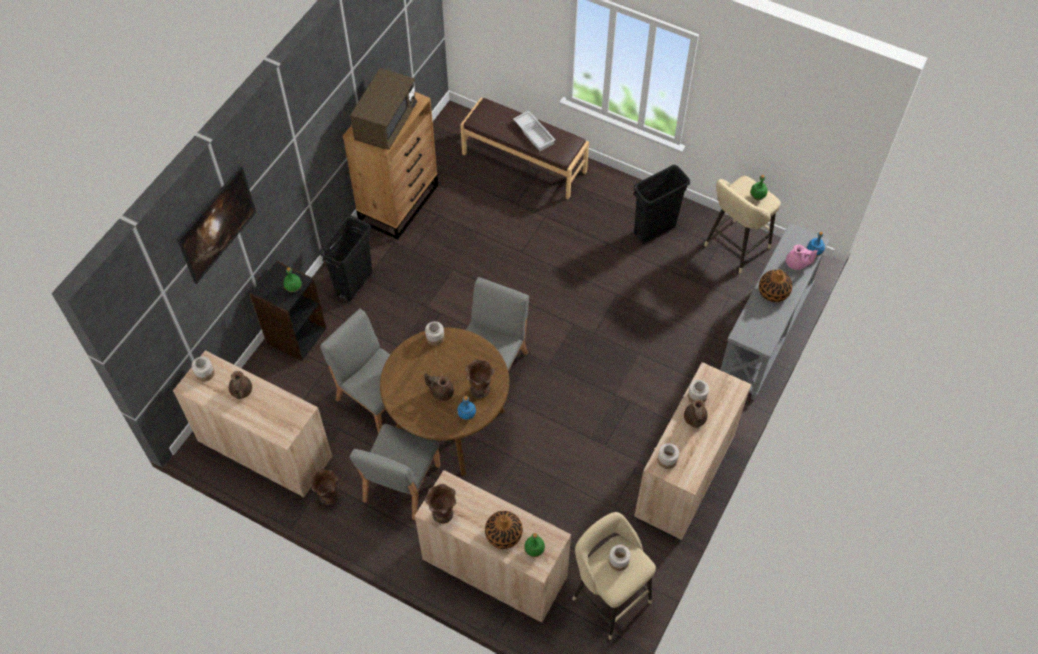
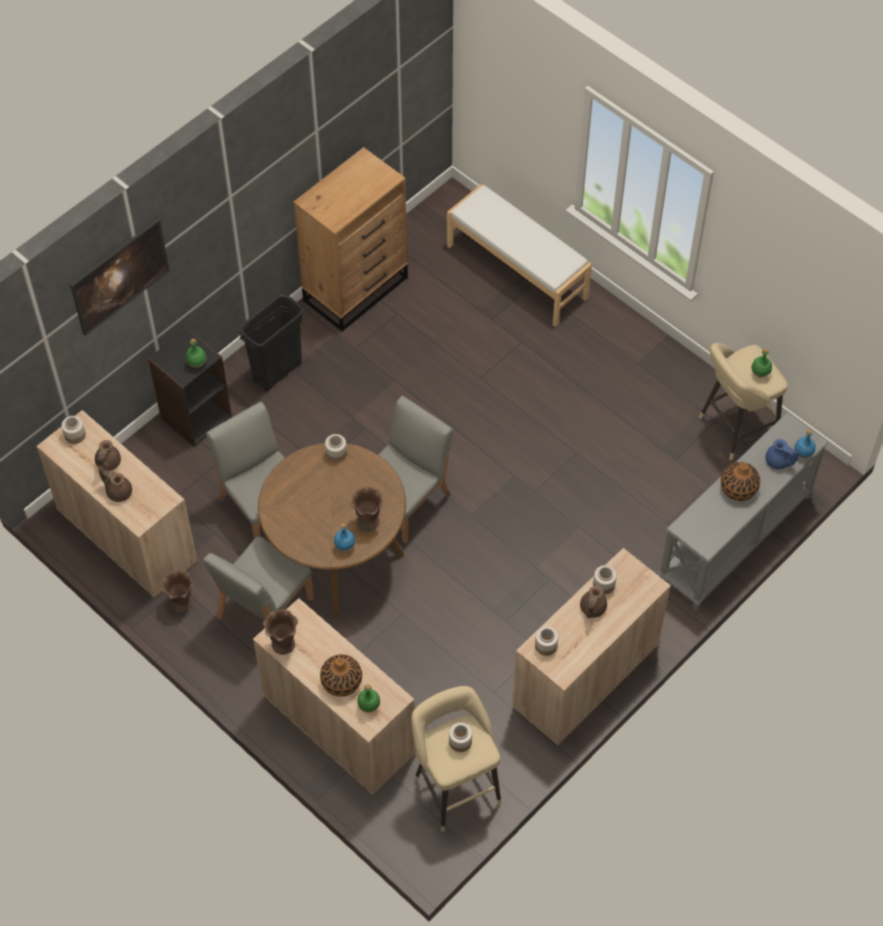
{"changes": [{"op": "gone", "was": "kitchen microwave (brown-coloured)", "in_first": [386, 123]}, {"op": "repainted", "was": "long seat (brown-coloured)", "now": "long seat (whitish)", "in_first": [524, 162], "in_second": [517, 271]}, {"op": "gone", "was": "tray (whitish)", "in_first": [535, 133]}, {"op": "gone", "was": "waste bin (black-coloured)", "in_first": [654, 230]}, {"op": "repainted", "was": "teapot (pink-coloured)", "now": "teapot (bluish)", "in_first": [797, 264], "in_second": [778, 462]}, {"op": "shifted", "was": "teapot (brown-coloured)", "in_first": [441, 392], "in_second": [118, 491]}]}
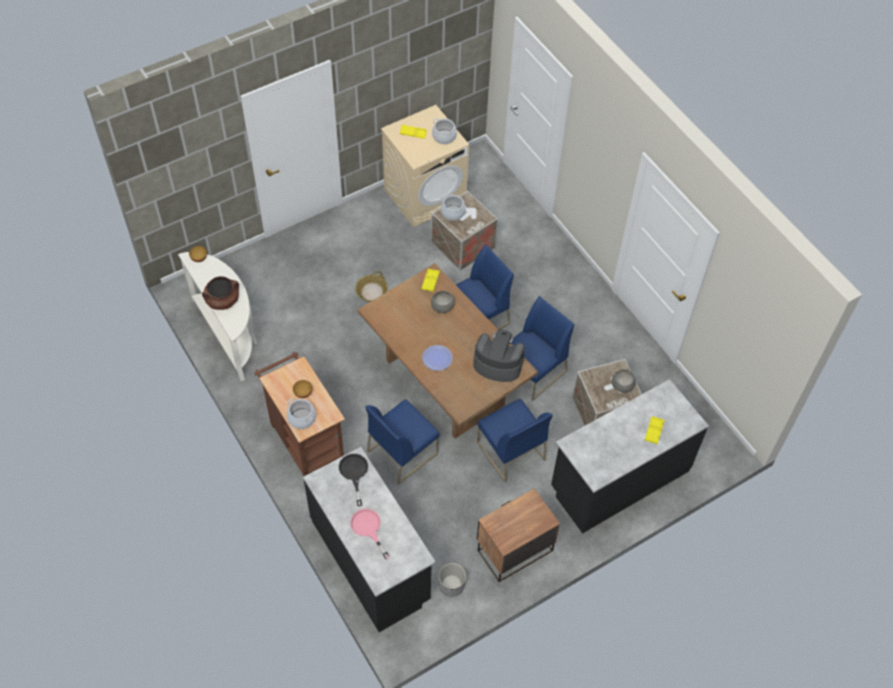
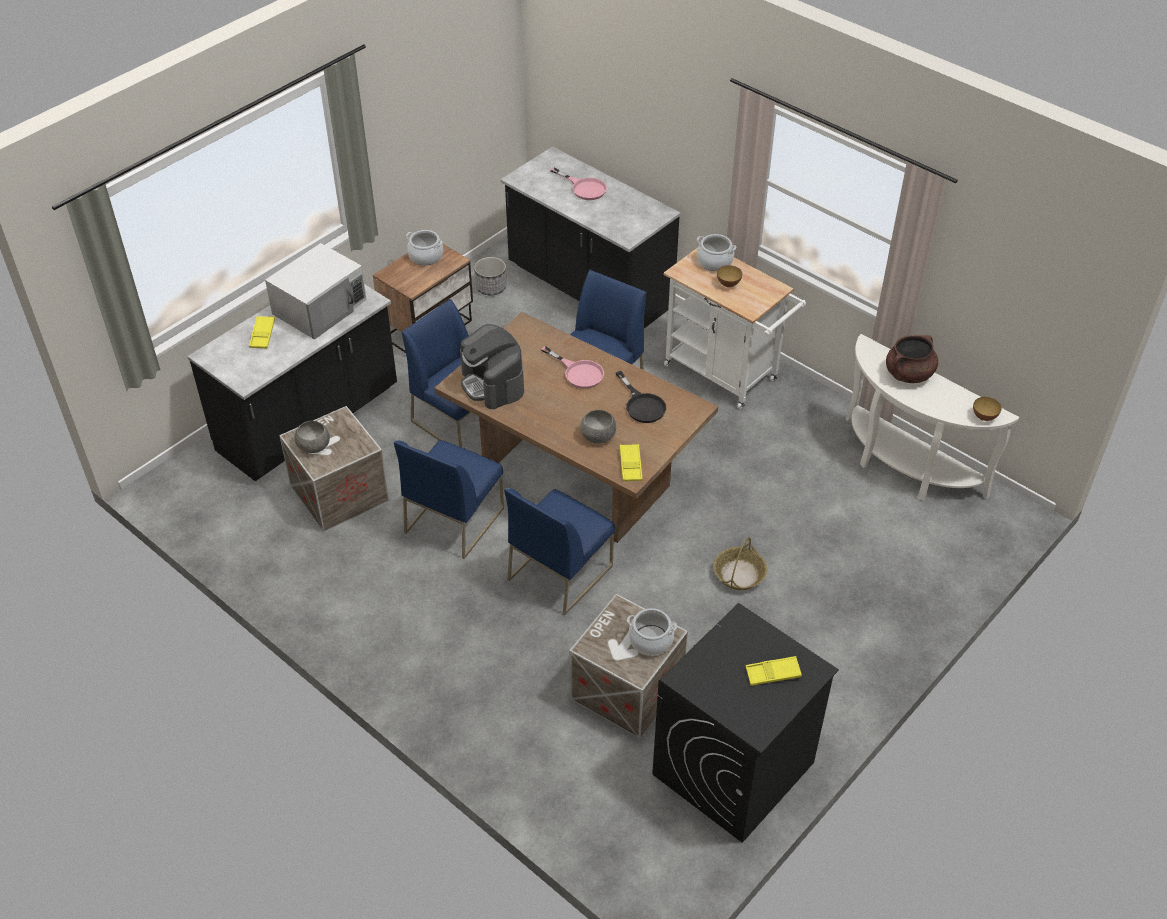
{"changes": [{"op": "repainted", "was": "laundry machine (beige)", "now": "laundry machine (black-coloured)", "in_first": [425, 195], "in_second": [733, 769]}, {"op": "shifted", "was": "saucepot", "in_first": [444, 137], "in_second": [426, 256]}, {"op": "rotated", "was": "coffee brewer", "in_first": [497, 364], "in_second": [493, 383], "clockwise": 60}, {"op": "swapped", "was": "plate", "now": "skillet (pink-coloured)", "in_first": [437, 358], "in_second": [578, 372]}, {"op": "repainted", "was": "trolley (brown-coloured)", "now": "trolley (whitish)", "in_first": [305, 440], "in_second": [726, 375]}, {"op": "shifted", "was": "skillet (black-coloured)", "in_first": [354, 473], "in_second": [642, 405]}, {"op": "new", "now": "kitchen microwave (whitish)", "in_second": [320, 307]}]}
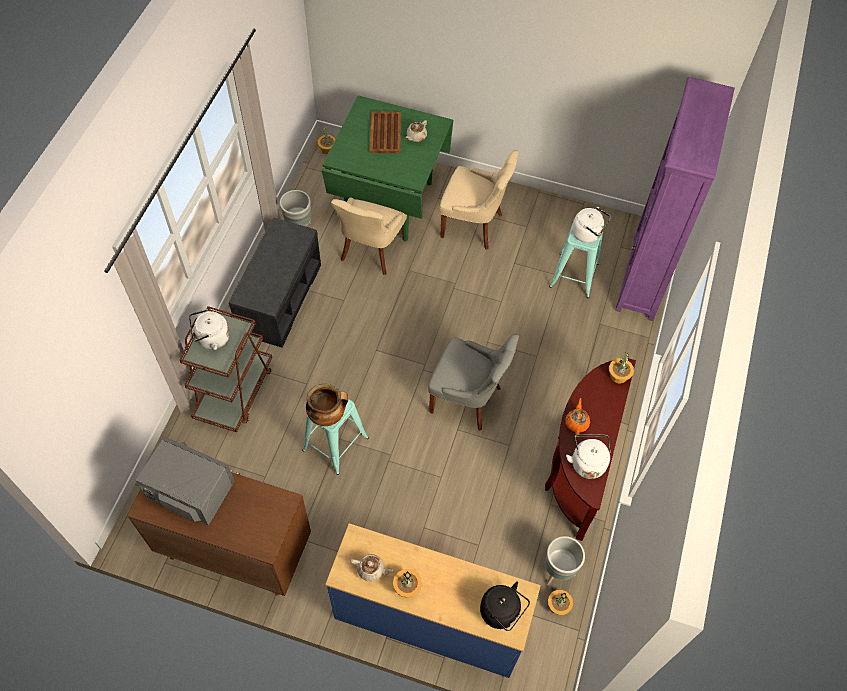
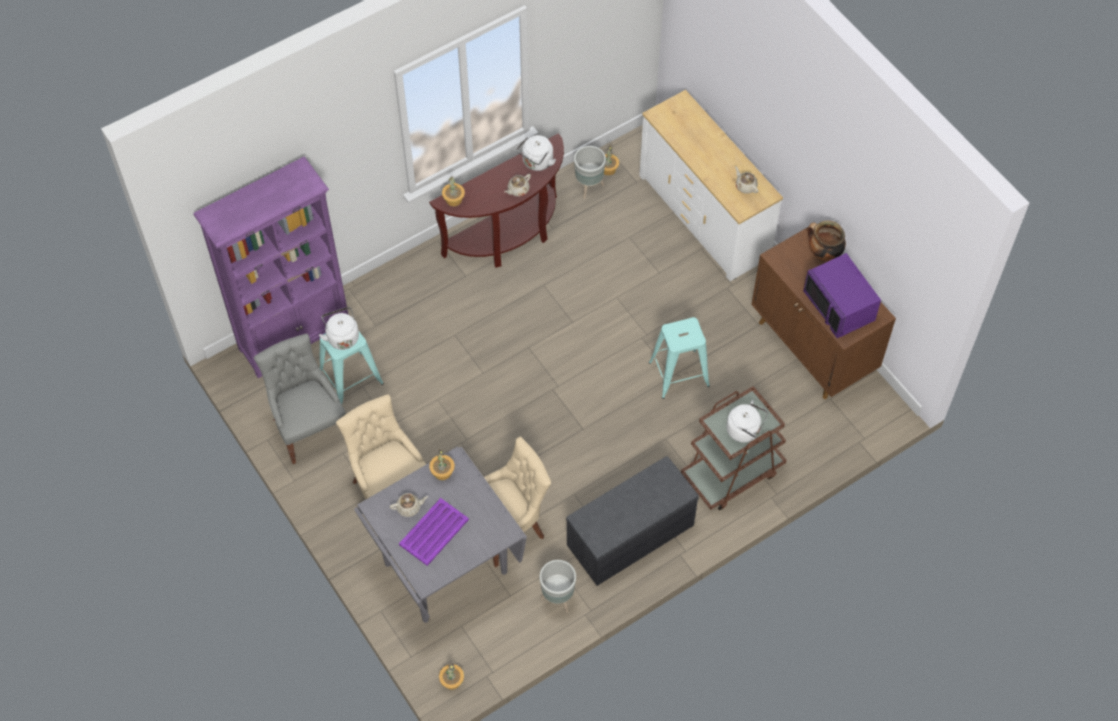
{"changes": [{"op": "repainted", "was": "dining table (greenish)", "now": "dining table (greyish)", "in_first": [389, 203], "in_second": [446, 568]}, {"op": "repainted", "was": "tray (brown-coloured)", "now": "tray (purple-coloured)", "in_first": [385, 133], "in_second": [434, 531]}, {"op": "shifted", "was": "chair (greyish)", "in_first": [467, 399], "in_second": [309, 427]}, {"op": "shifted", "was": "saucepot", "in_first": [327, 415], "in_second": [823, 254]}, {"op": "repainted", "was": "teapot (orangey)", "now": "teapot (beige)", "in_first": [576, 422], "in_second": [518, 190]}, {"op": "repainted", "was": "kitchen microwave (greyish)", "now": "kitchen microwave (purple-coloured)", "in_first": [189, 491], "in_second": [840, 306]}, {"op": "repainted", "was": "chest of drawers (bluish)", "now": "chest of drawers (whitish)", "in_first": [429, 620], "in_second": [704, 216]}, {"op": "shifted", "was": "plant in a pot", "in_first": [407, 587], "in_second": [442, 472]}, {"op": "gone", "was": "kettle (black-coloured)", "in_first": [501, 612]}]}
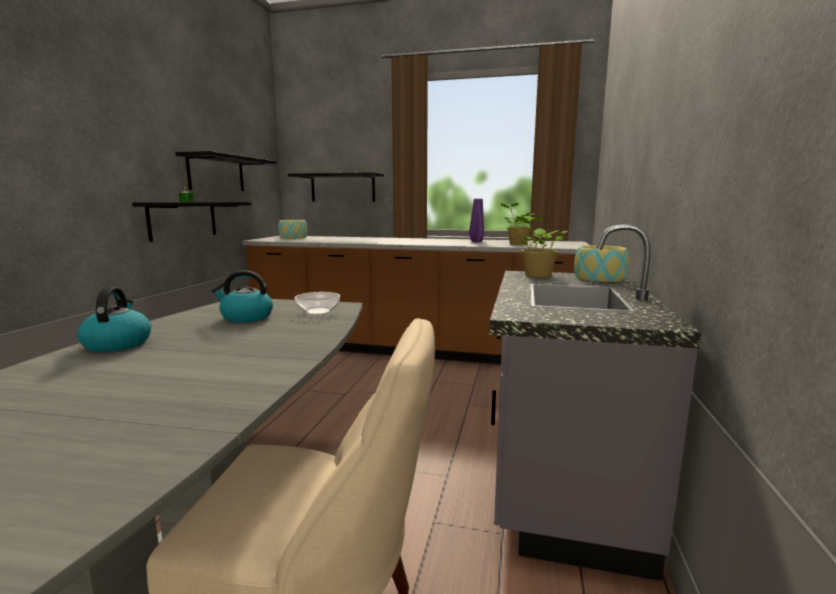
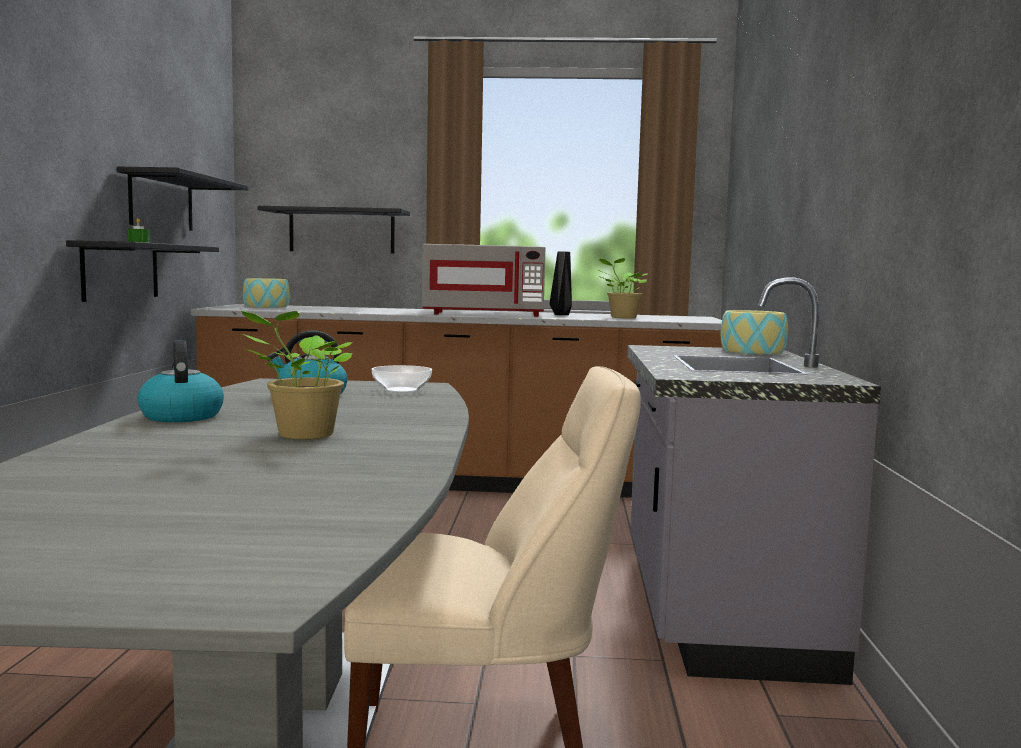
{"changes": [{"op": "repainted", "was": "decorative vase (purple-coloured)", "now": "decorative vase (black-coloured)", "in_first": [477, 242], "in_second": [562, 314]}, {"op": "shifted", "was": "plant in a pot", "in_first": [536, 275], "in_second": [301, 435]}, {"op": "new", "now": "kitchen microwave (greyish)", "in_second": [484, 314]}]}
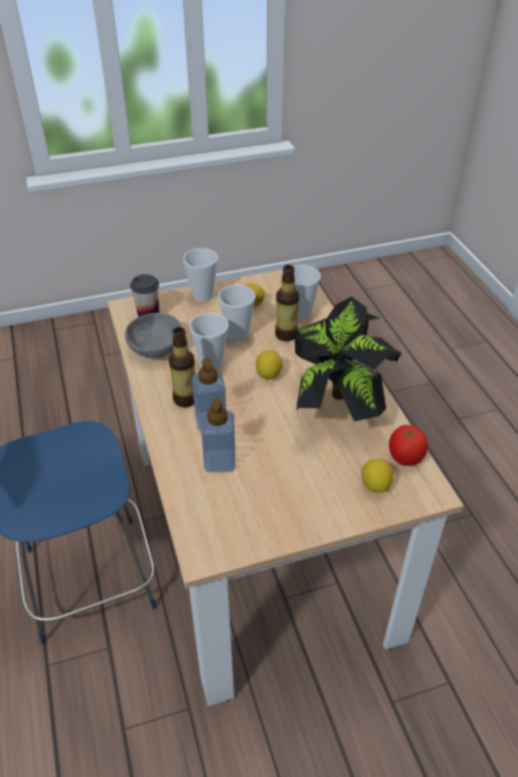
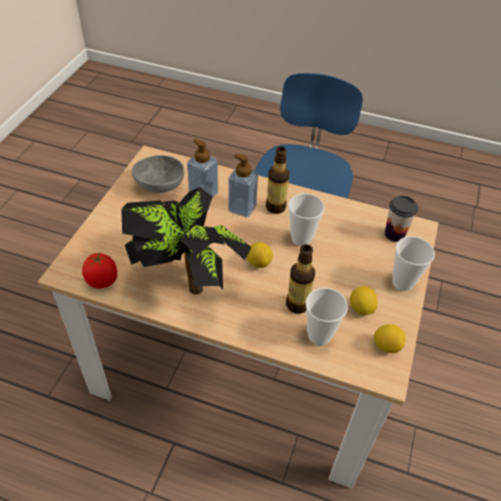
{"changes": [{"op": "gone", "was": "cup", "in_first": [237, 334]}, {"op": "shifted", "was": "bowl (greyish)", "in_first": [155, 349], "in_second": [159, 184]}, {"op": "shifted", "was": "whole lemon", "in_first": [375, 485], "in_second": [386, 346]}]}
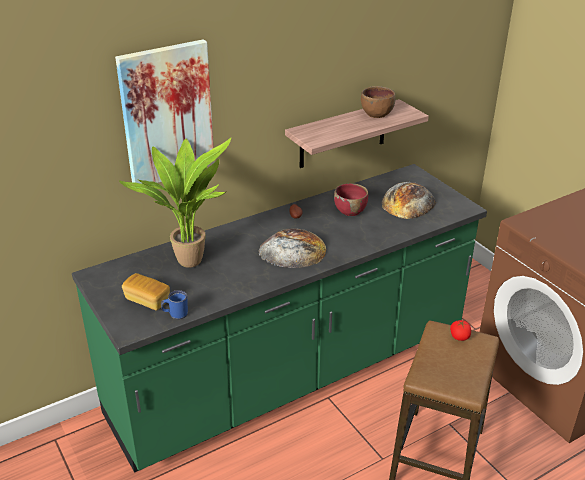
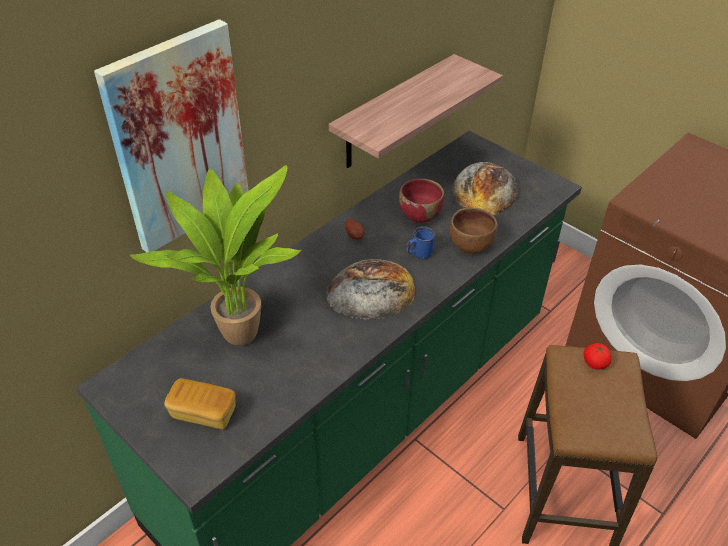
{"changes": [{"op": "shifted", "was": "bowl (brown-coloured)", "in_first": [376, 114], "in_second": [470, 245]}, {"op": "shifted", "was": "tea mug (bluish)", "in_first": [175, 314], "in_second": [418, 254]}]}
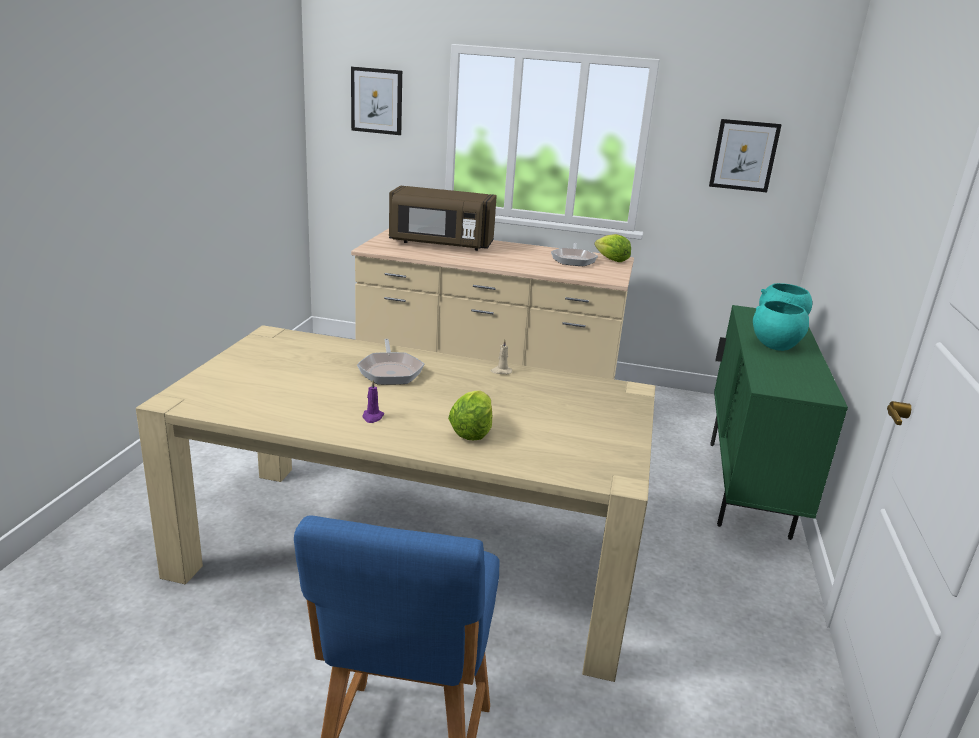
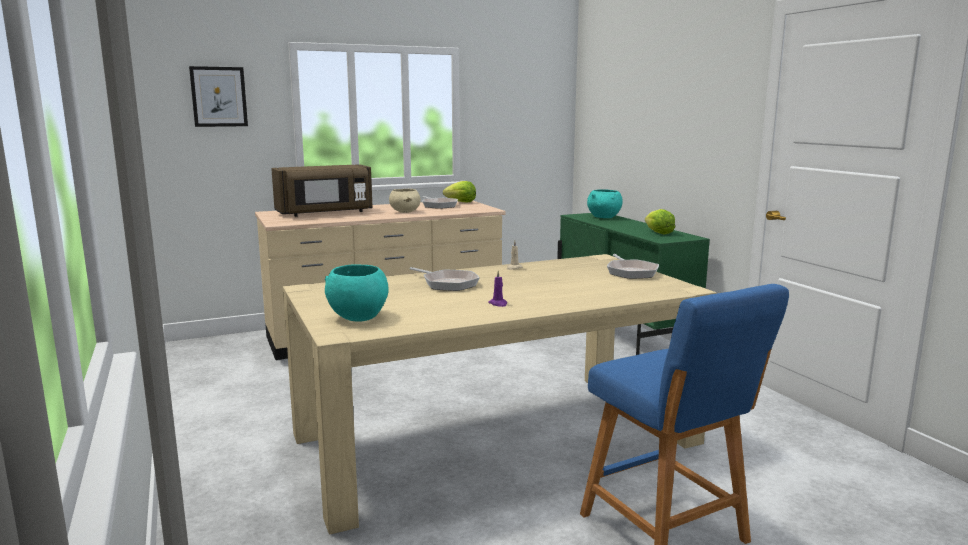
{"changes": [{"op": "gone", "was": "wall art", "in_first": [744, 155]}, {"op": "shifted", "was": "bowl (turquoise)", "in_first": [775, 345], "in_second": [358, 317]}, {"op": "shifted", "was": "head of lettuce", "in_first": [472, 431], "in_second": [658, 233]}, {"op": "new", "now": "bowl (beige)", "in_second": [405, 212]}, {"op": "new", "now": "skillet", "in_second": [631, 272]}]}
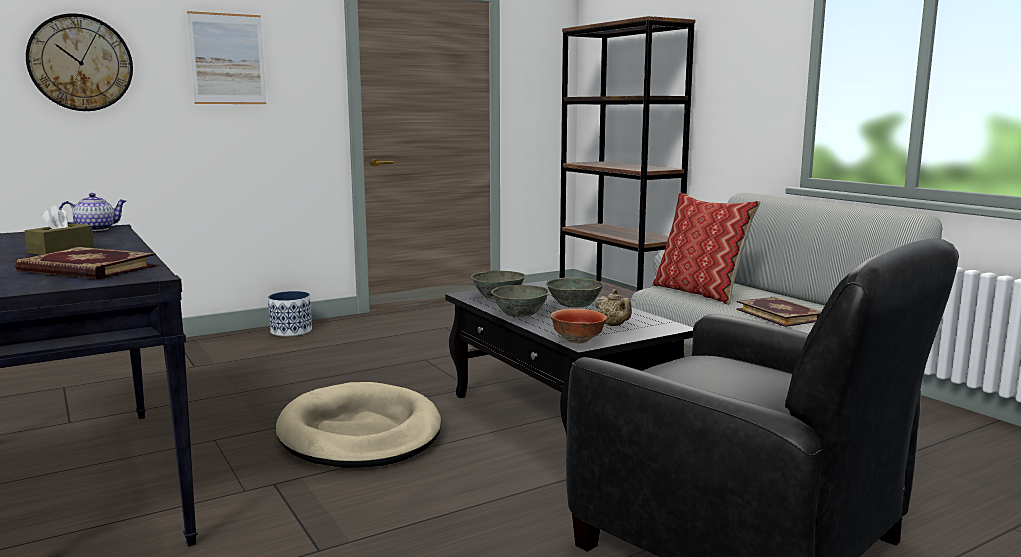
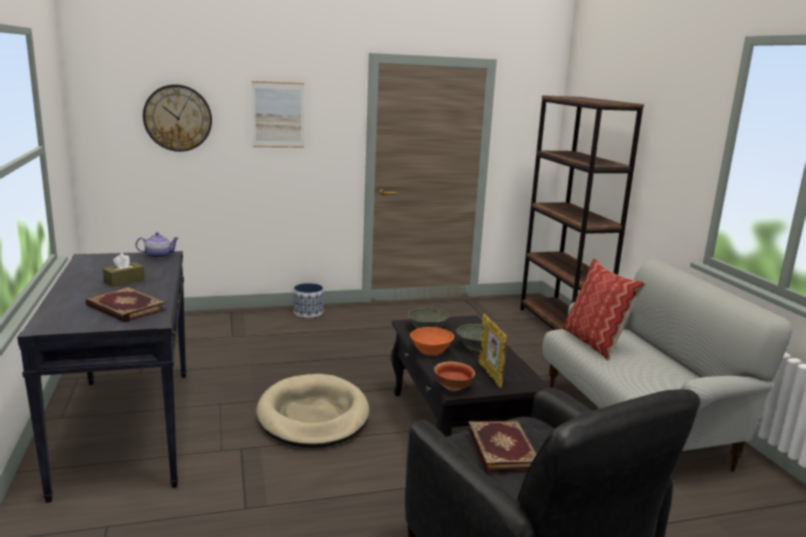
{"changes": [{"op": "repainted", "was": "bowl (greyish)", "now": "bowl (orangey)", "in_first": [519, 313], "in_second": [430, 351]}, {"op": "swapped", "was": "teapot (beige)", "now": "photo frame", "in_first": [613, 325], "in_second": [490, 375]}, {"op": "shifted", "was": "volume", "in_first": [781, 315], "in_second": [503, 449]}]}
